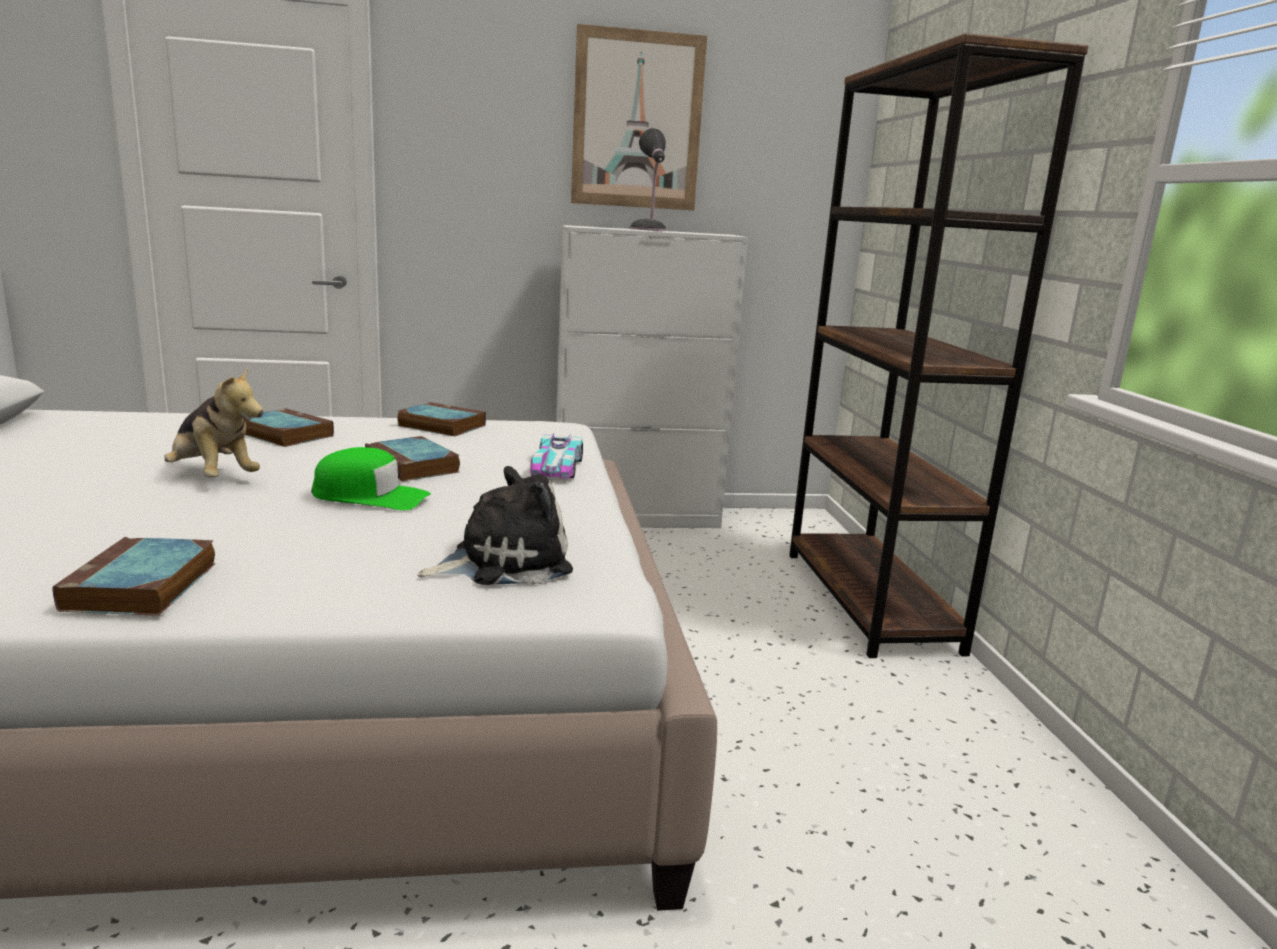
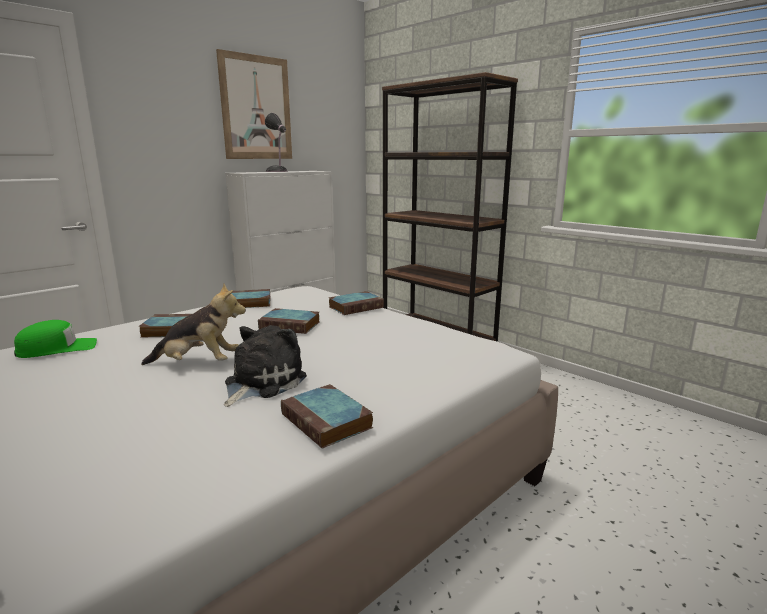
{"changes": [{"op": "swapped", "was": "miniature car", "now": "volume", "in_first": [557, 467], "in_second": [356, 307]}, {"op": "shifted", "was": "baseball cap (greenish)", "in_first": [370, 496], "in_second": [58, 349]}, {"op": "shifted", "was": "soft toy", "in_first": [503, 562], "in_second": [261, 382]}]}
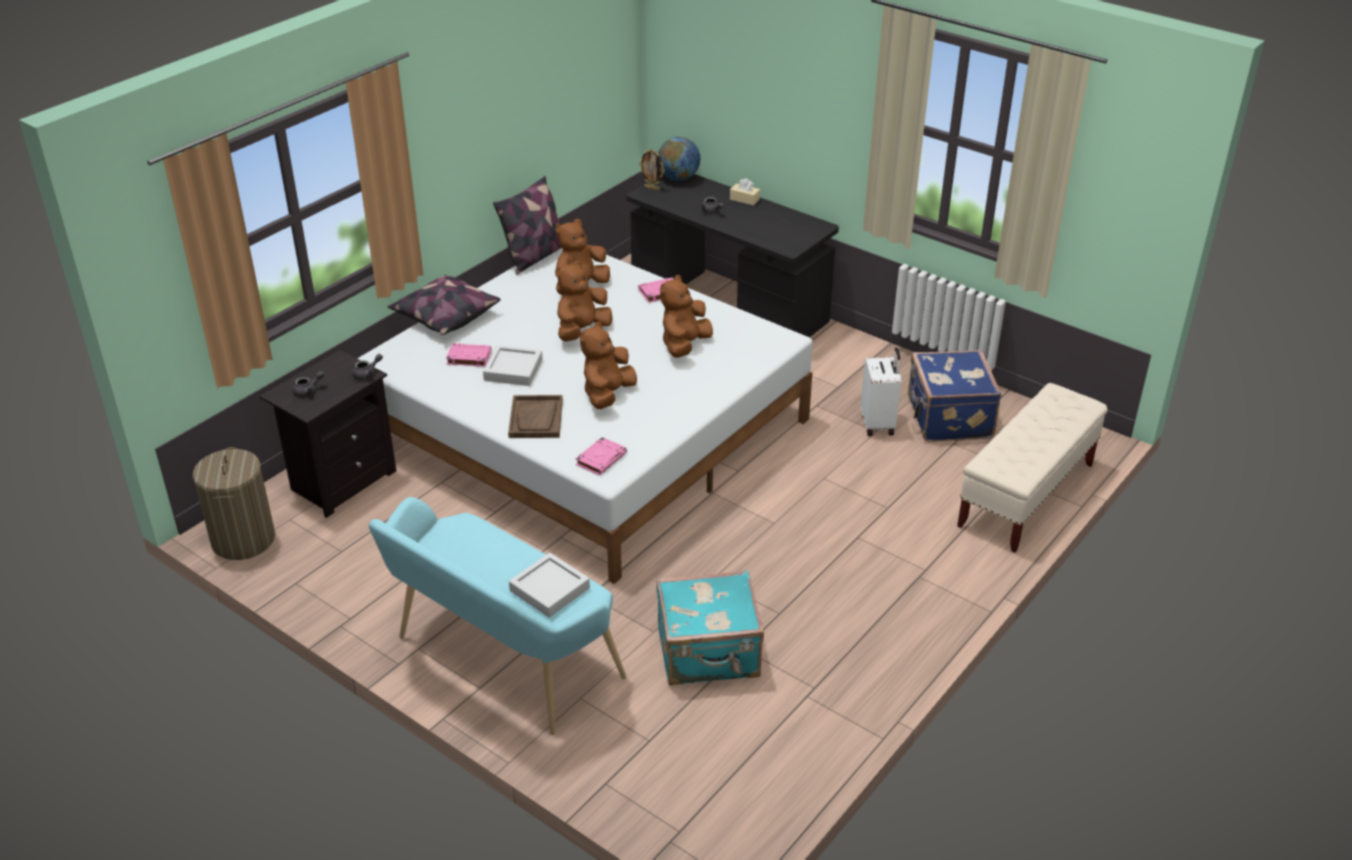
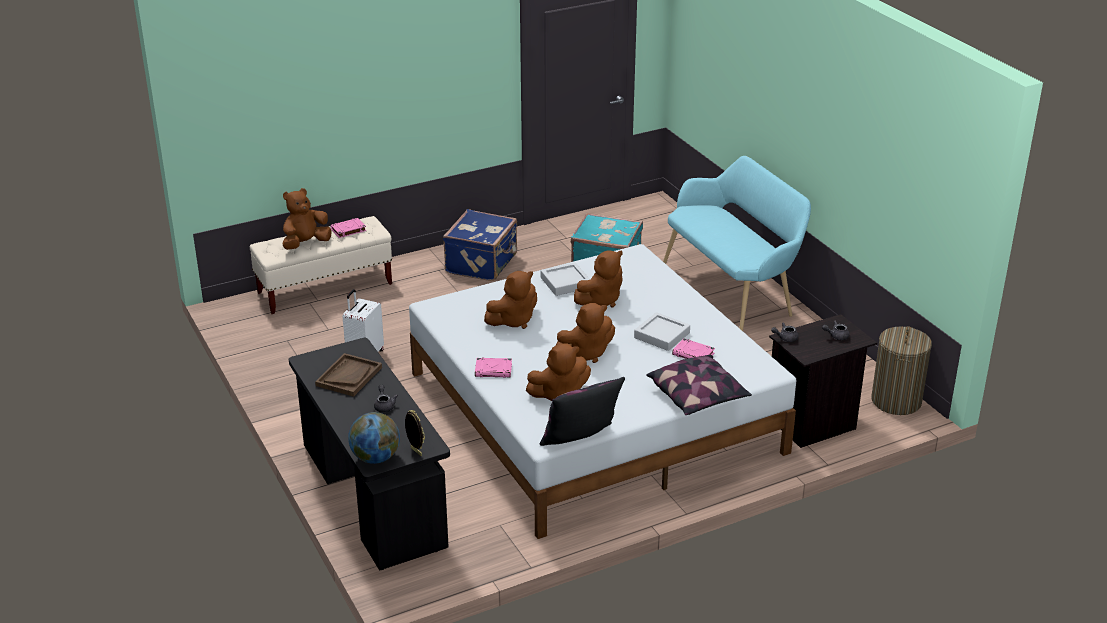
{"changes": [{"op": "gone", "was": "tissue holder (beige)", "in_first": [744, 199]}, {"op": "shifted", "was": "suitcase (bluish)", "in_first": [947, 418], "in_second": [483, 264]}, {"op": "shifted", "was": "tray (brown-coloured)", "in_first": [536, 418], "in_second": [349, 376]}, {"op": "shifted", "was": "volume (pink-coloured)", "in_first": [601, 459], "in_second": [348, 230]}, {"op": "shifted", "was": "tray (greyish)", "in_first": [549, 589], "in_second": [565, 283]}, {"op": "new", "now": "soft toy (brown-coloured)", "in_second": [305, 244]}]}
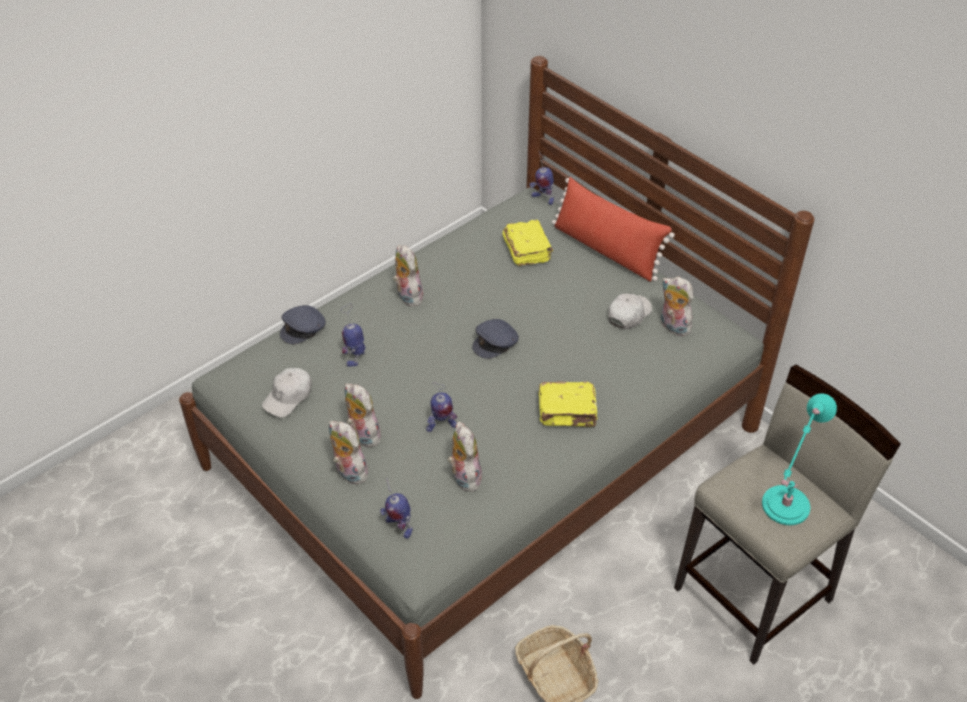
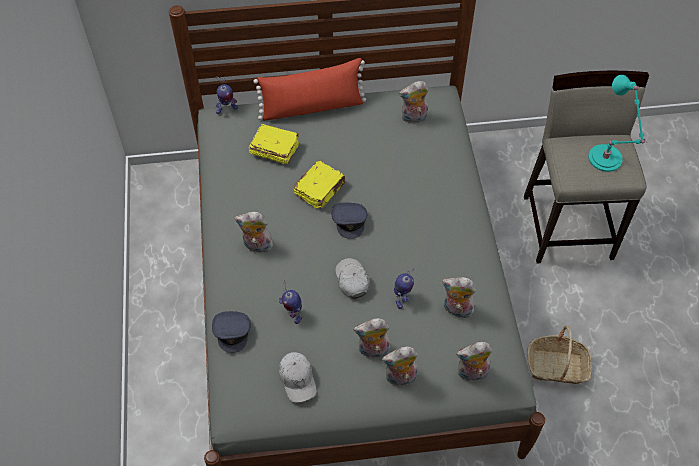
{"changes": [{"op": "shifted", "was": "baseball cap (whitish)", "in_first": [628, 314], "in_second": [352, 280]}, {"op": "shifted", "was": "volume (yellow-coloured)", "in_first": [568, 412], "in_second": [320, 190]}, {"op": "swapped", "was": "toy robot", "now": "soft toy", "in_first": [398, 526], "in_second": [472, 374]}]}
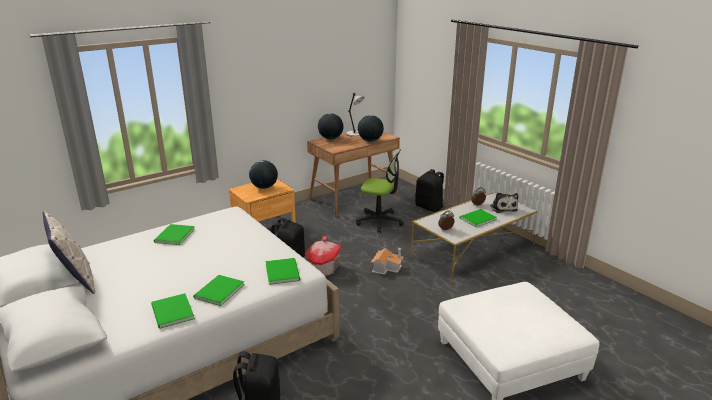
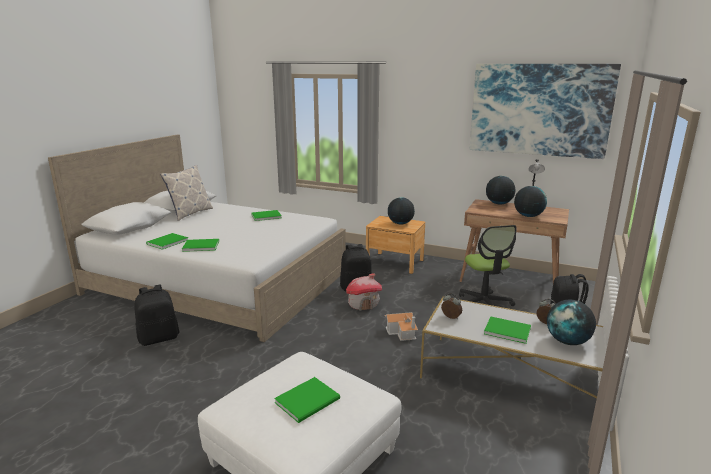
{"changes": [{"op": "swapped", "was": "soft toy", "now": "globe", "in_first": [503, 208], "in_second": [567, 341]}, {"op": "shifted", "was": "volume (greenish)", "in_first": [283, 271], "in_second": [309, 401]}, {"op": "new", "now": "wall art", "in_second": [539, 110]}]}
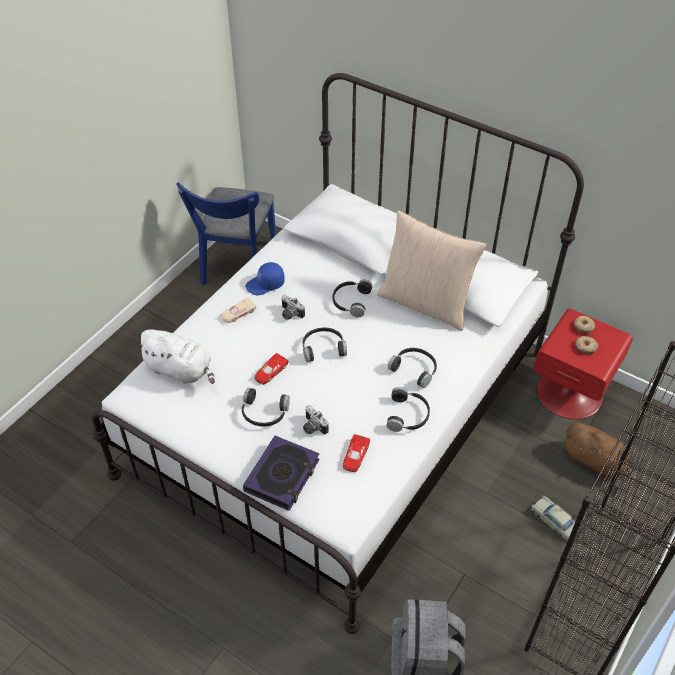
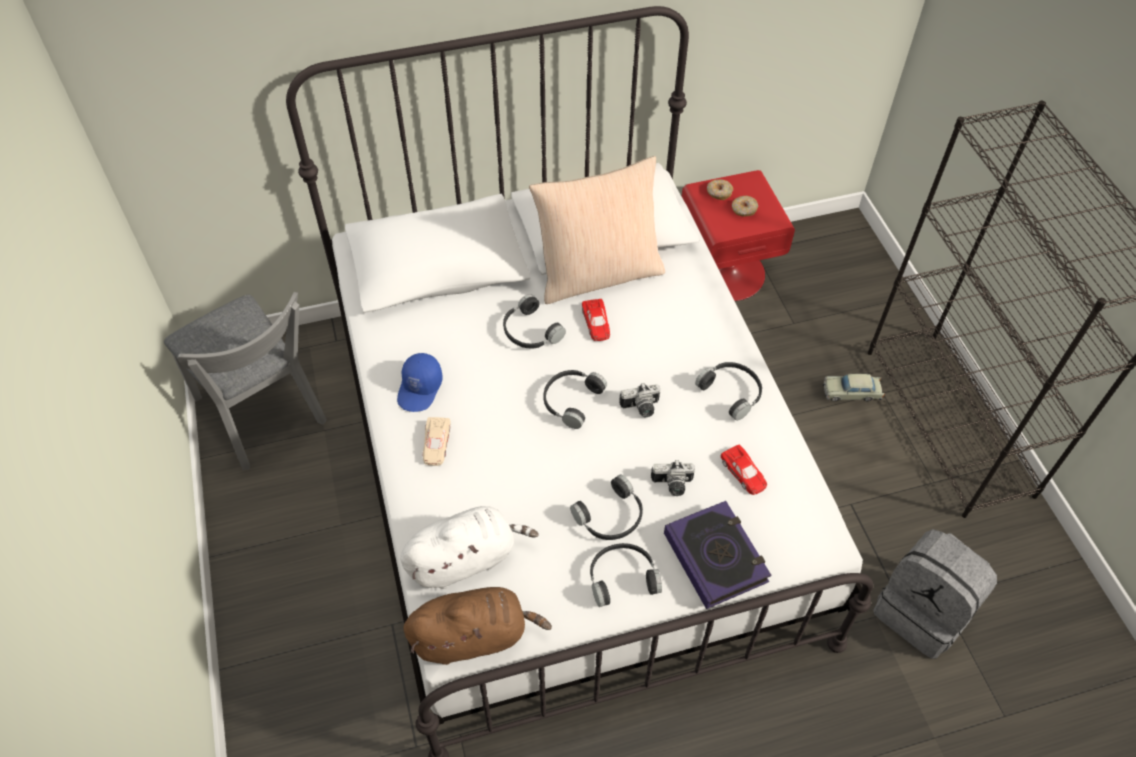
{"changes": [{"op": "repainted", "was": "chair (bluish)", "now": "chair (greyish)", "in_first": [238, 268], "in_second": [264, 417]}, {"op": "shifted", "was": "still camera", "in_first": [290, 314], "in_second": [641, 408]}, {"op": "shifted", "was": "headphones (black-coloured)", "in_first": [415, 369], "in_second": [622, 577]}, {"op": "shifted", "was": "miniature car (reddish)", "in_first": [270, 371], "in_second": [596, 323]}, {"op": "shifted", "was": "soft toy (brown-coloured)", "in_first": [596, 462], "in_second": [474, 636]}]}
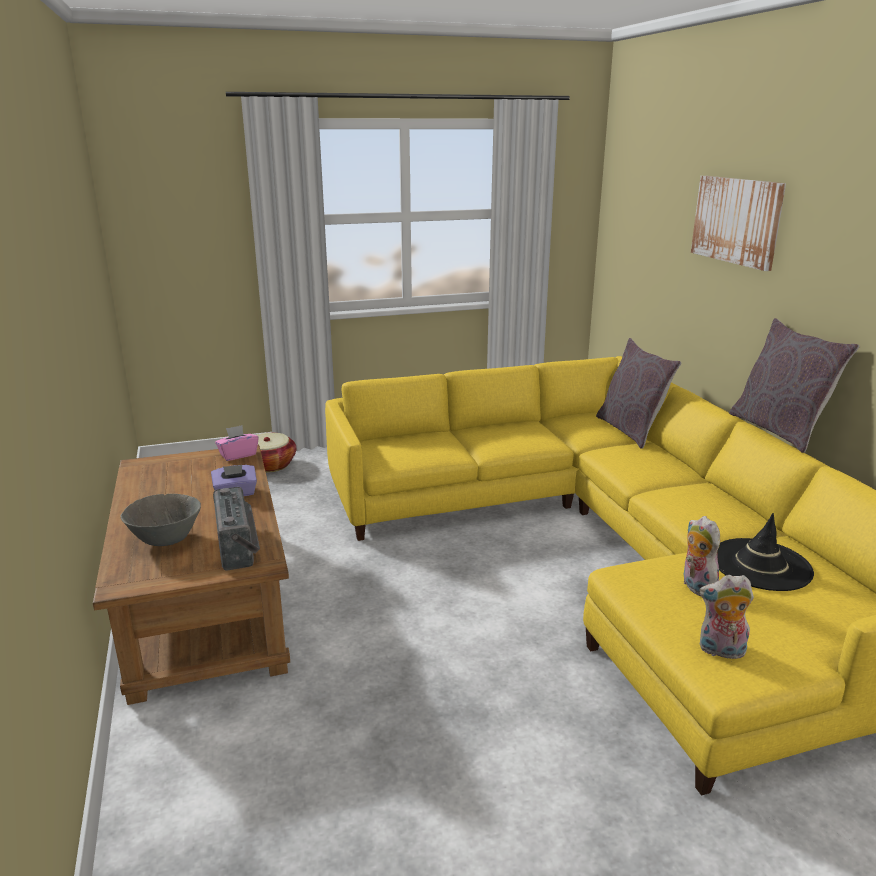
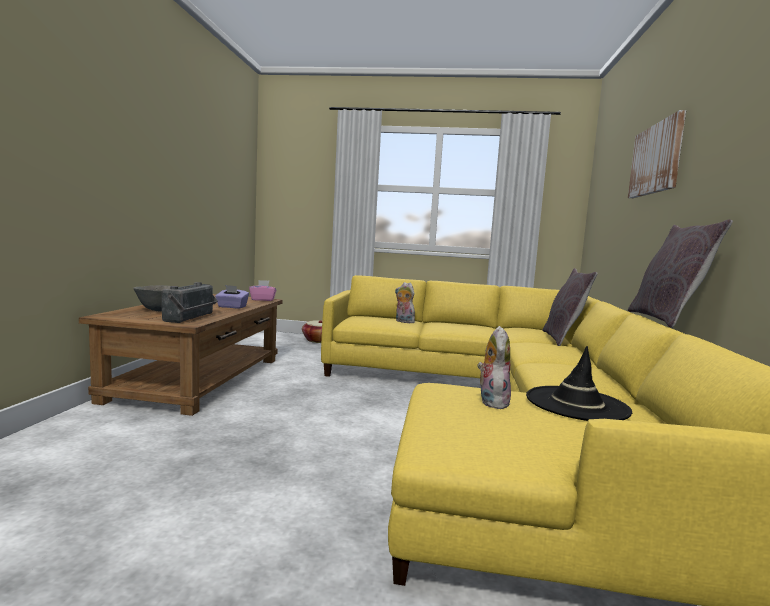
{"changes": [{"op": "shifted", "was": "soft toy", "in_first": [720, 651], "in_second": [403, 322]}]}
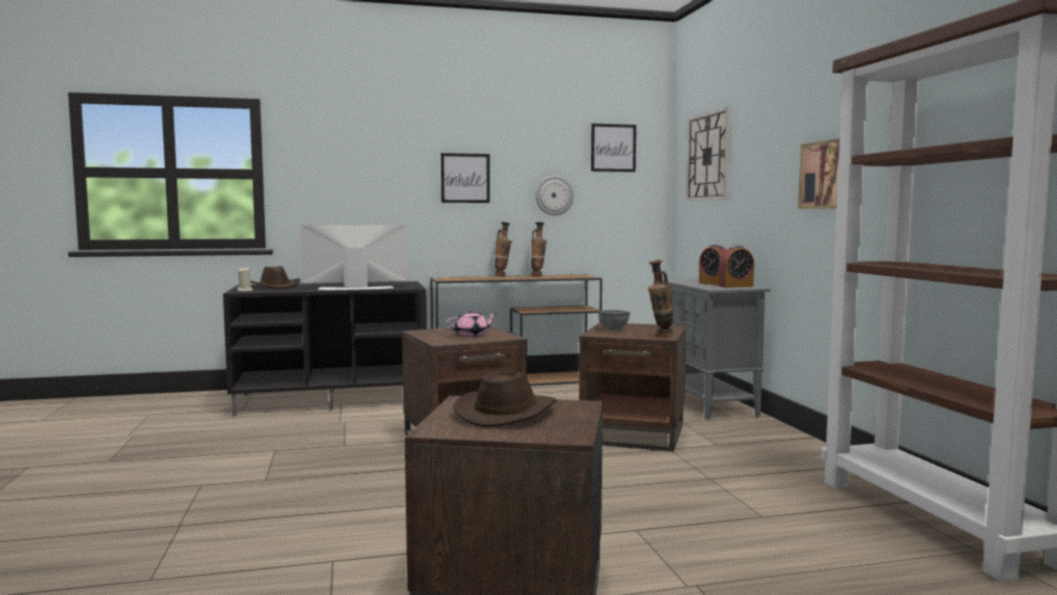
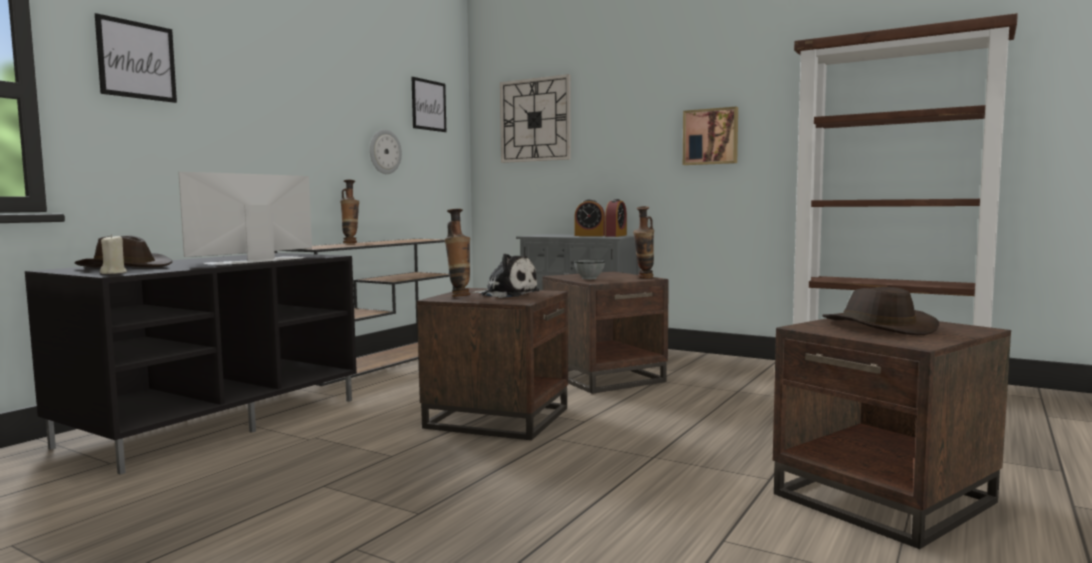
{"changes": [{"op": "shifted", "was": "wall art", "in_first": [465, 178], "in_second": [136, 60]}, {"op": "shifted", "was": "decorative vase", "in_first": [538, 276], "in_second": [459, 296]}, {"op": "swapped", "was": "teapot (pink-coloured)", "now": "soft toy", "in_first": [472, 335], "in_second": [507, 294]}]}
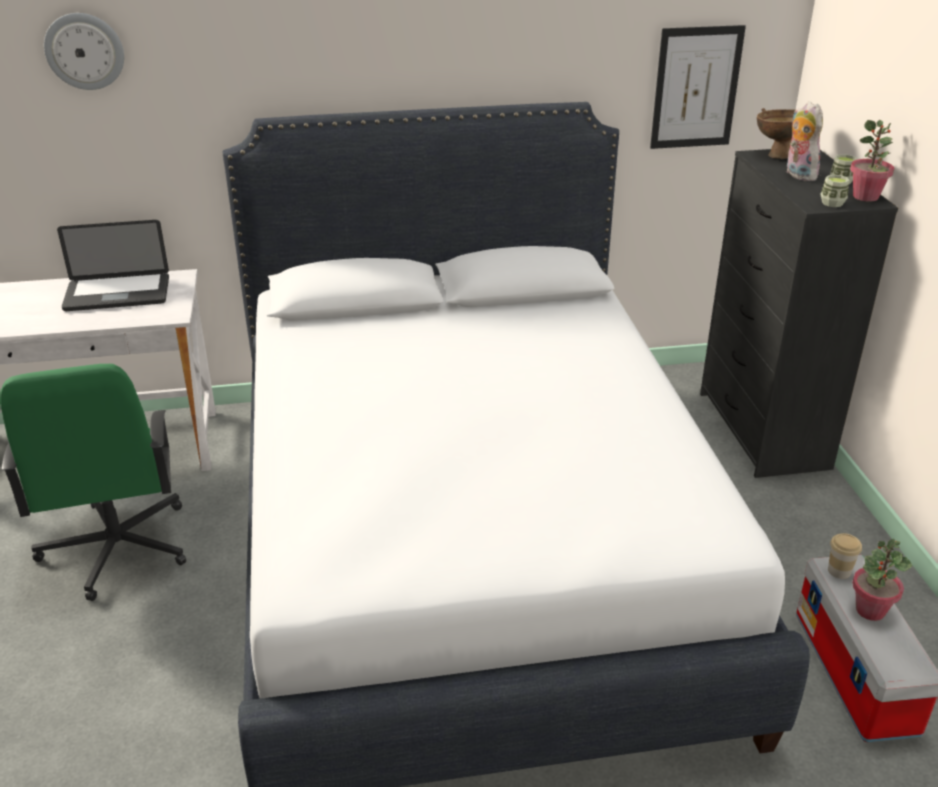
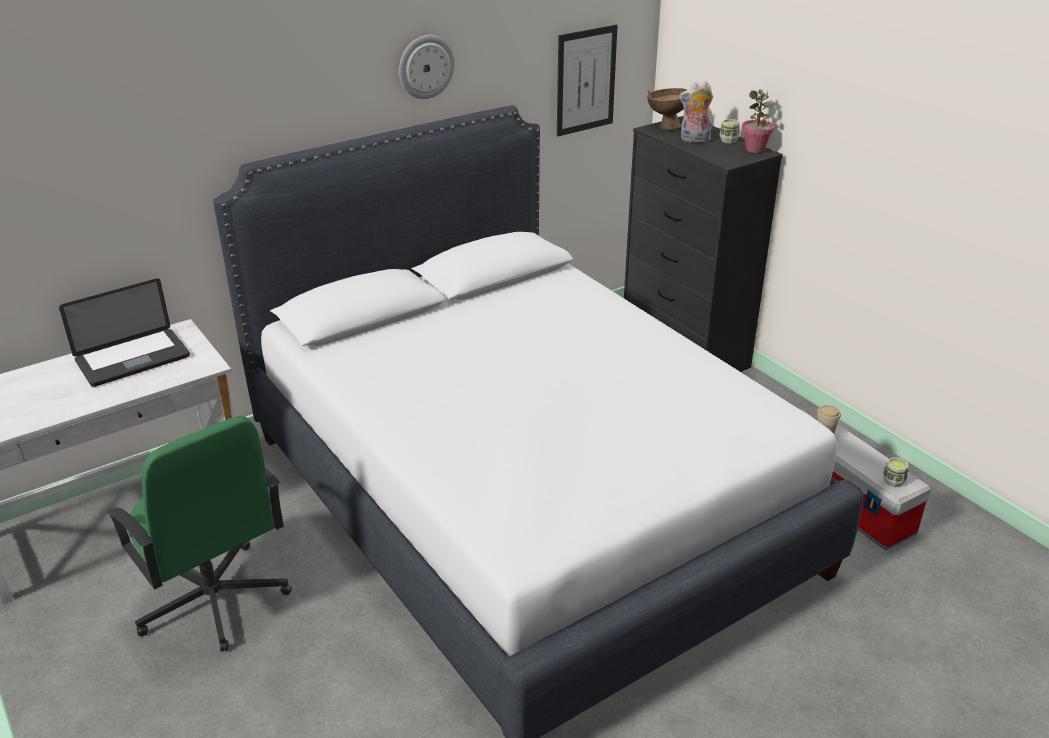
{"changes": [{"op": "shifted", "was": "hanging clock", "in_first": [84, 51], "in_second": [426, 66]}, {"op": "rotated", "was": "soft toy", "in_first": [797, 174], "in_second": [694, 140], "clockwise": -45}, {"op": "shifted", "was": "cup", "in_first": [832, 203], "in_second": [893, 481]}, {"op": "gone", "was": "plant in a pot", "in_first": [870, 610]}]}
